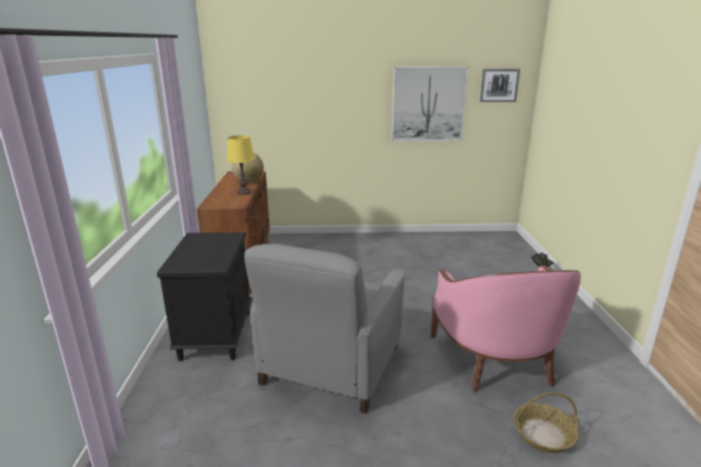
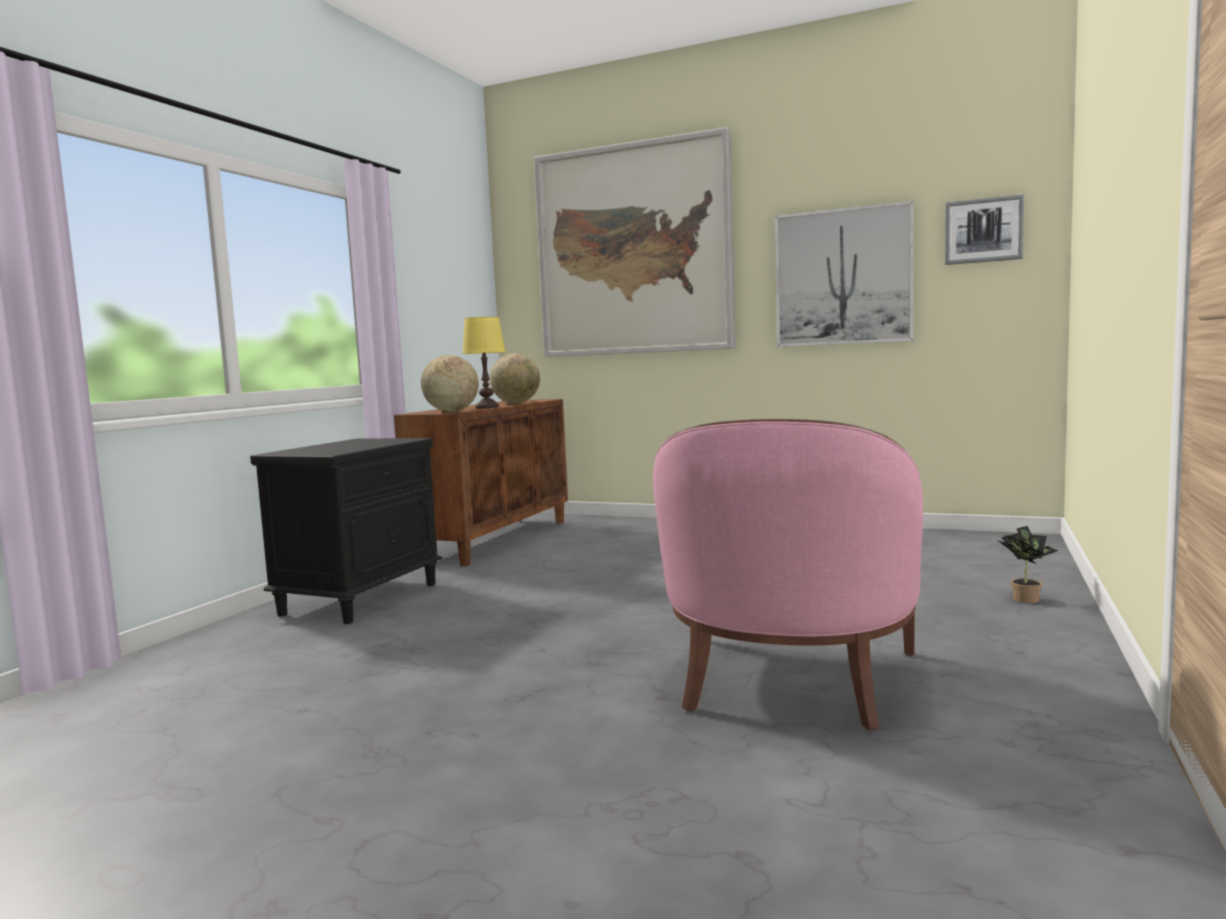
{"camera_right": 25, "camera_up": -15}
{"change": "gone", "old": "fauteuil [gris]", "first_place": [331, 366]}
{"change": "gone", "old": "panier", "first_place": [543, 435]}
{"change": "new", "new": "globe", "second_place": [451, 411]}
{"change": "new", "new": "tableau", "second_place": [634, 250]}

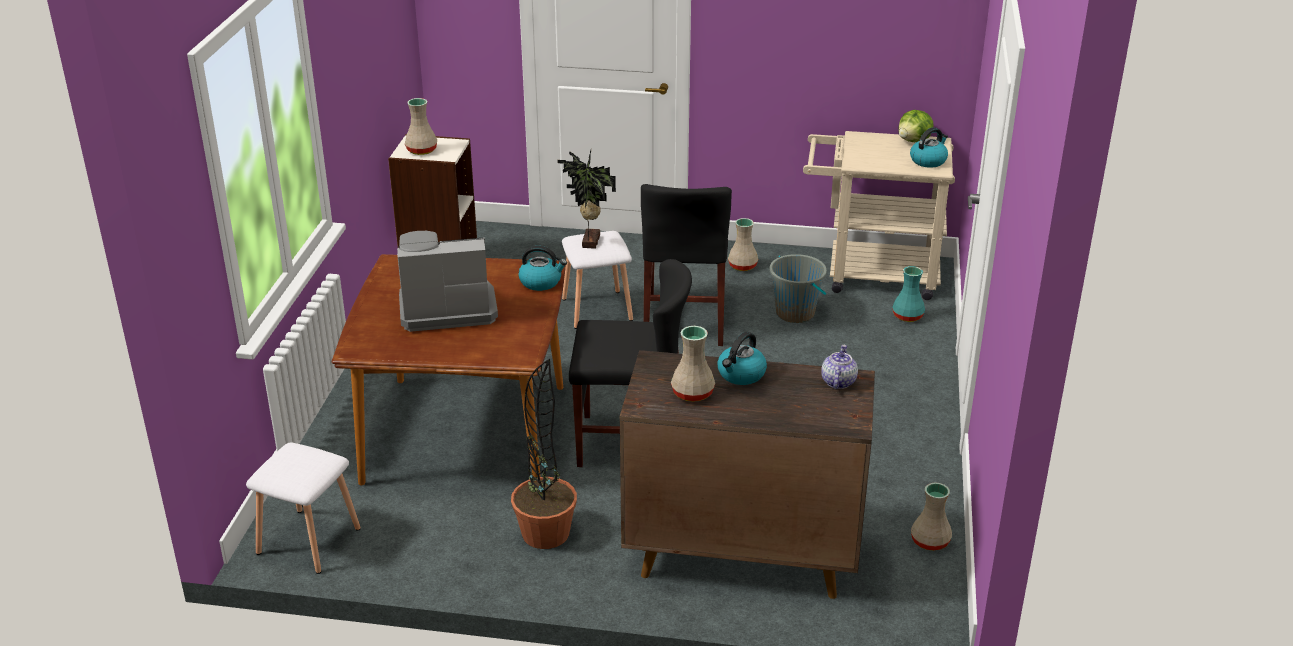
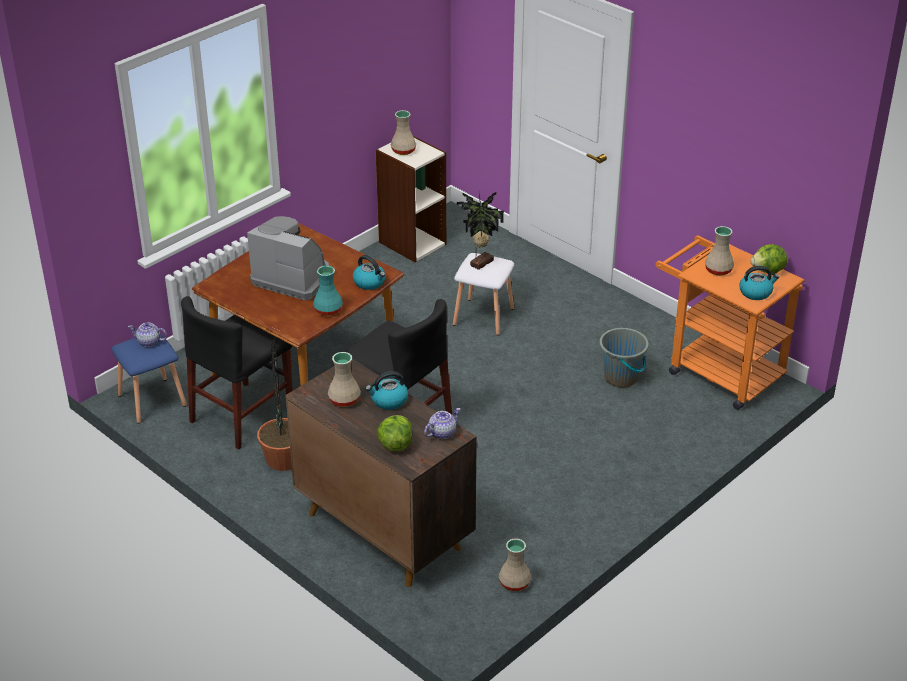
{"camera_right": 35, "camera_up": 5}
{"change": "repainted", "old": "tabouret [blanc]", "new": "tabouret [bleu]", "first_place": [310, 540], "second_place": [153, 401]}
{"change": "shifted", "old": "chaise [noir]", "first_place": [684, 320], "second_place": [242, 415]}
{"change": "shifted", "old": "vase [beige]", "first_place": [743, 266], "second_place": [719, 270]}
{"change": "repainted", "old": "chariot [beige]", "new": "chariot [orange]", "first_place": [871, 274], "second_place": [717, 370]}
{"change": "shifted", "old": "vase [turquoise]", "first_place": [907, 316], "second_place": [327, 310]}
{"change": "new", "new": "théière", "second_place": [148, 342]}
{"change": "new", "new": "laitue", "second_place": [395, 444]}

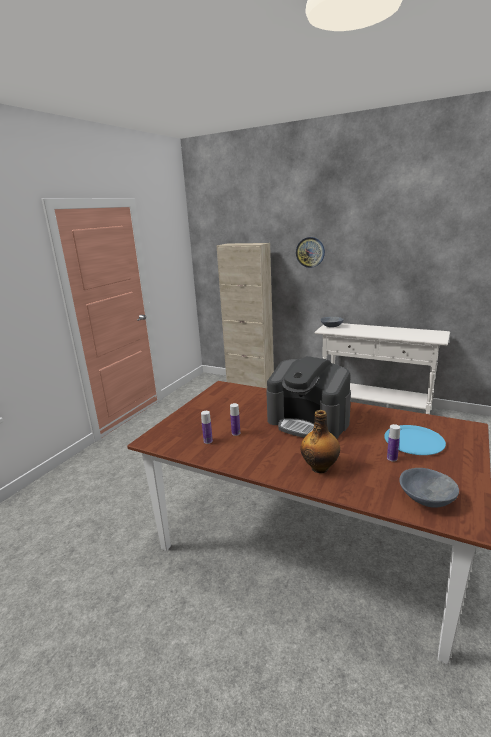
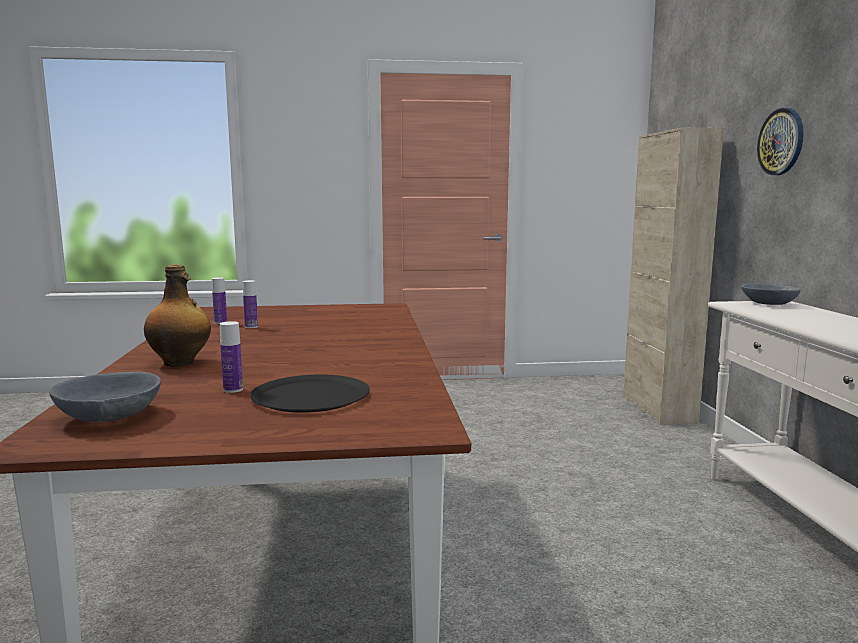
{"camera_right": 55, "camera_up": -10}
{"change": "gone", "old": "machine à café", "first_place": [308, 421]}
{"change": "repainted", "old": "assiette [bleu]", "new": "assiette [noir]", "first_place": [413, 441], "second_place": [311, 396]}

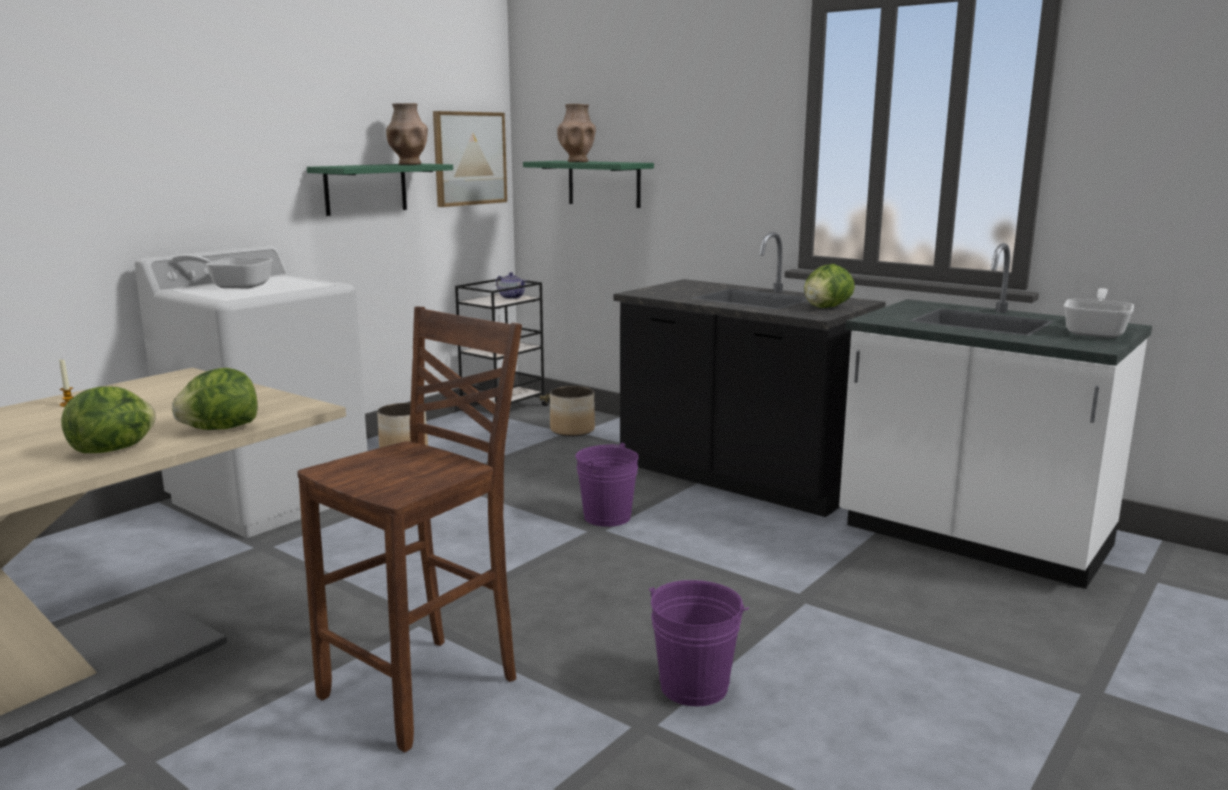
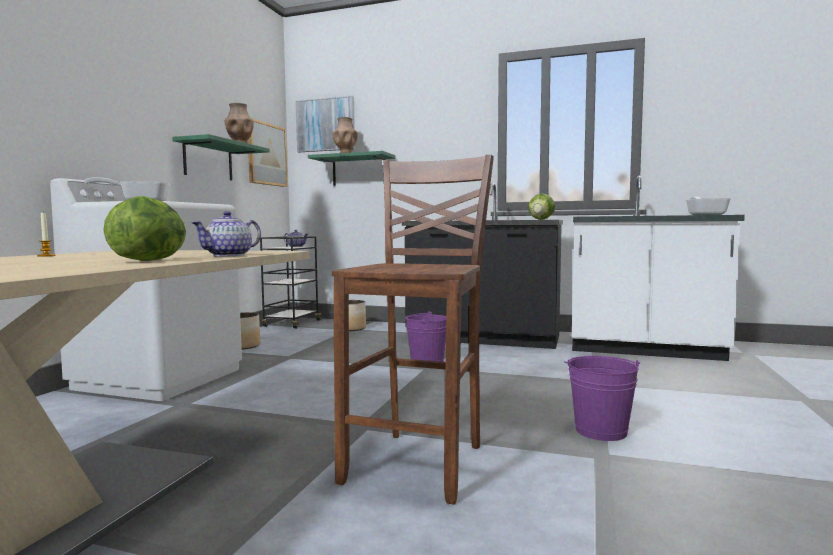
{"camera_right": -20, "camera_up": -10}
{"change": "swapped", "old": "laitue", "new": "théière", "first_place": [220, 429], "second_place": [229, 255]}
{"change": "new", "new": "tableau", "second_place": [325, 125]}

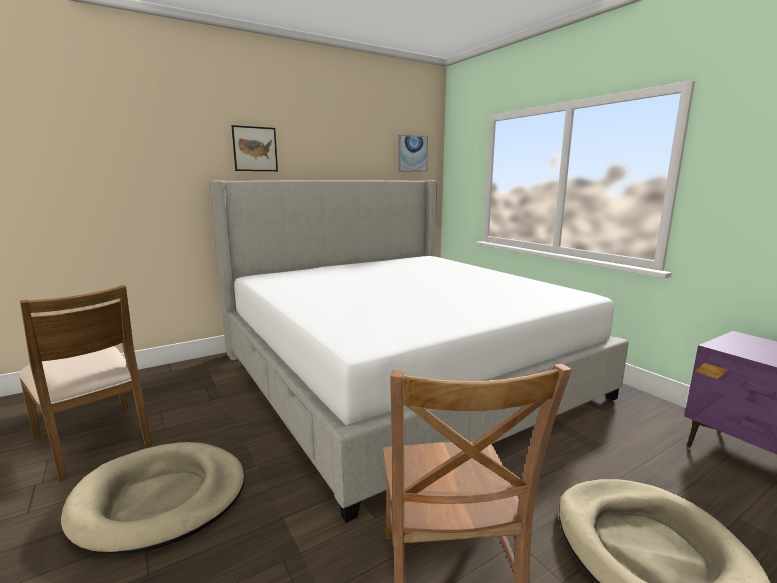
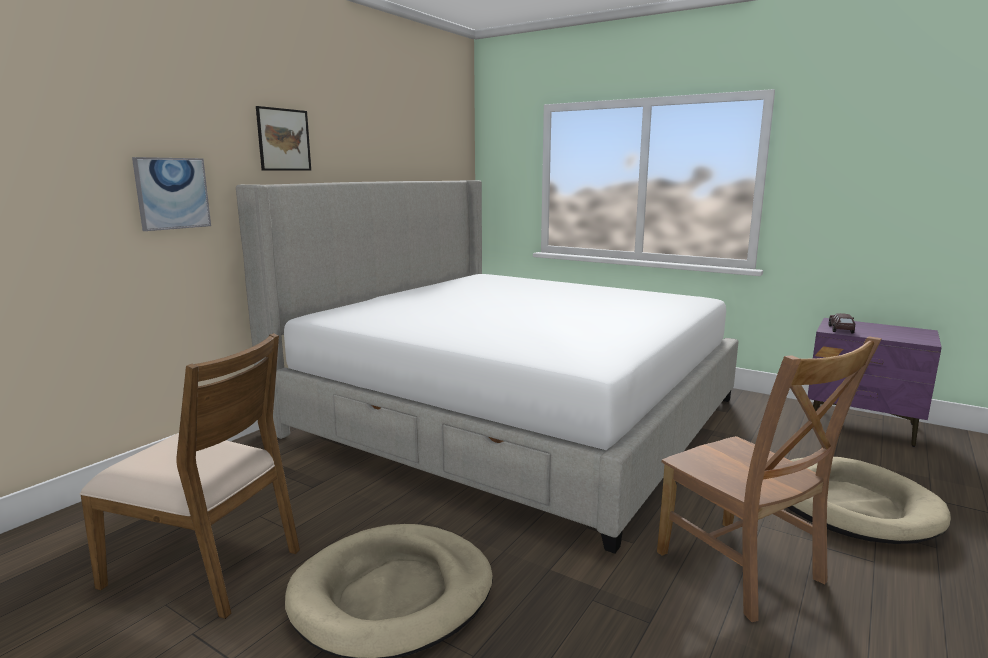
{"camera_right": -25, "camera_up": 0}
{"change": "shifted", "old": "tableau", "first_place": [412, 153], "second_place": [172, 193]}
{"change": "new", "new": "petite voiture [marron]", "second_place": [841, 329]}

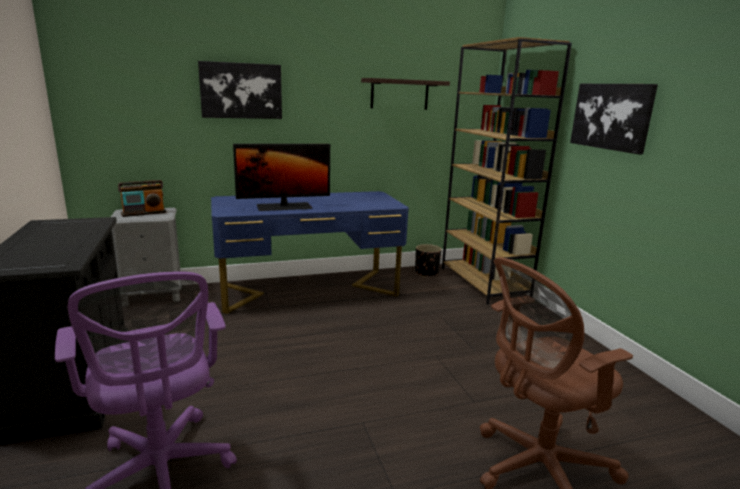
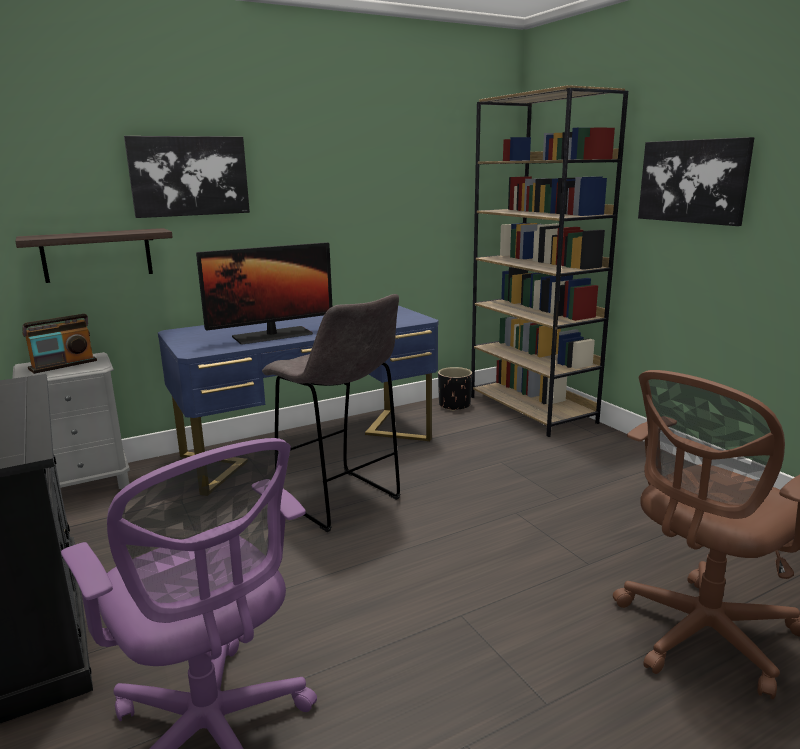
{"camera_right": -10, "camera_up": 0}
{"change": "shifted", "old": "étagère", "first_place": [399, 94], "second_place": [97, 255]}
{"change": "new", "new": "tabouret [gris]", "second_place": [340, 501]}

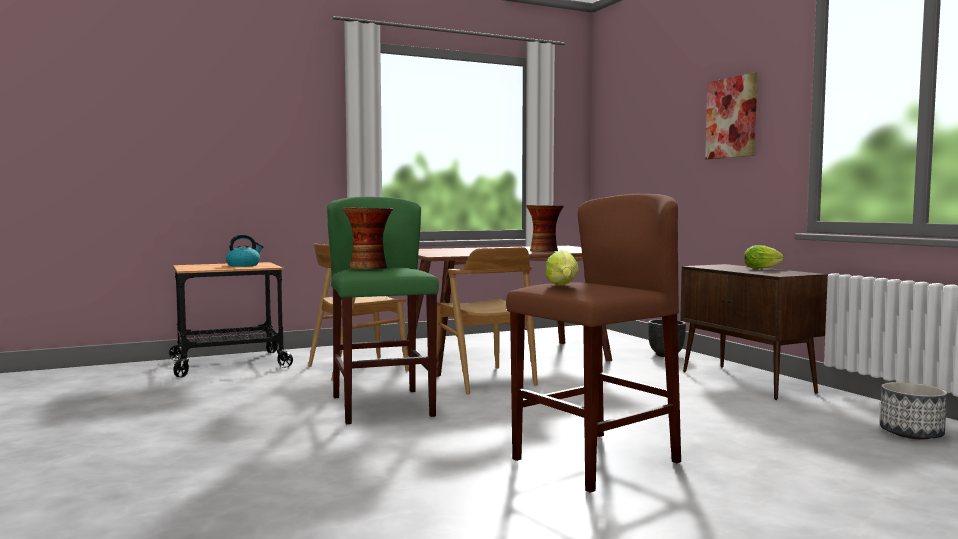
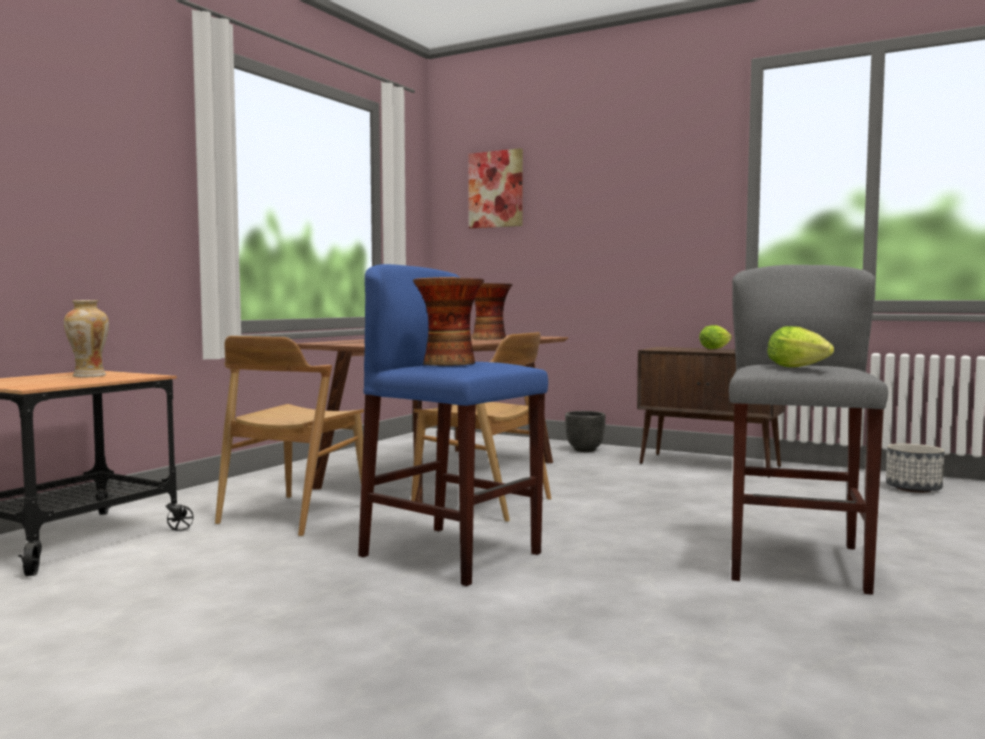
{"camera_right": -35, "camera_up": 0}
{"change": "swapped", "old": "bouilloire", "new": "vase", "first_place": [244, 265], "second_place": [88, 376]}
{"change": "repainted", "old": "tabouret [vert]", "new": "tabouret [bleu]", "first_place": [382, 406], "second_place": [451, 555]}
{"change": "repainted", "old": "tabouret [marron]", "new": "tabouret [gris]", "first_place": [594, 460], "second_place": [795, 563]}
{"change": "shifted", "old": "tableau", "first_place": [731, 117], "second_place": [496, 189]}

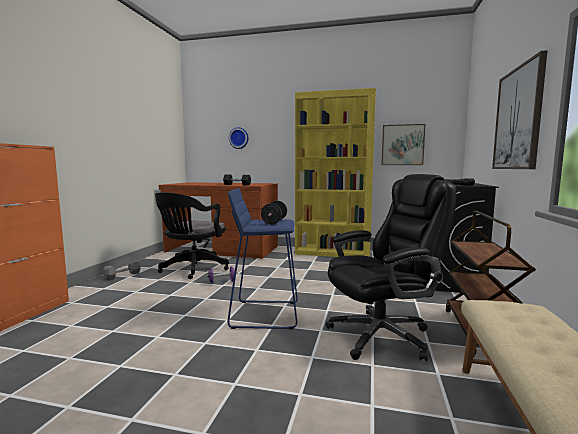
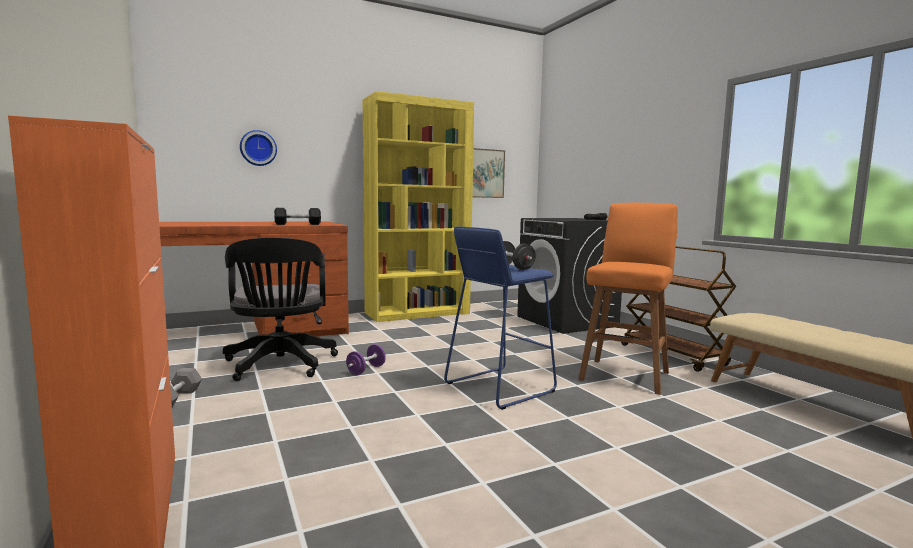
{"camera_right": -40, "camera_up": 0}
{"change": "swapped", "old": "chaise de bureau [noir]", "new": "tabouret [orange]", "first_place": [382, 336], "second_place": [625, 375]}
{"change": "gone", "old": "tableau", "first_place": [518, 119]}

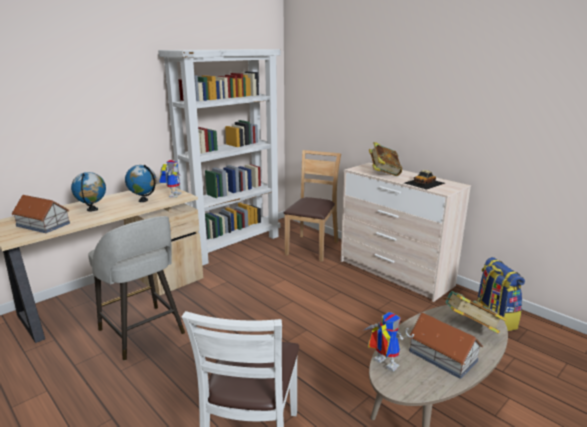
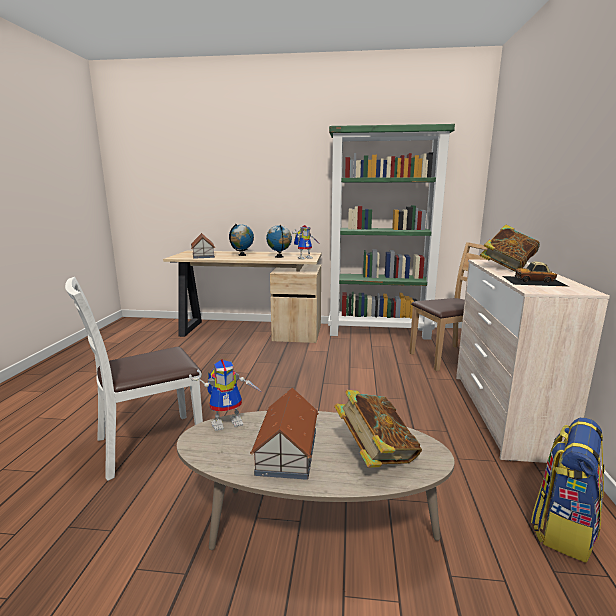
{"camera_right": 50, "camera_up": -5}
{"change": "gone", "old": "tabouret [gris]", "first_place": [142, 333]}
{"change": "repainted", "old": "bibliothèque [blanc]", "new": "bibliothèque [vert]", "first_place": [233, 245], "second_place": [379, 332]}
{"change": "rotated", "old": "robot jouet", "first_place": [381, 364], "second_place": [229, 421], "degrees": 60}

